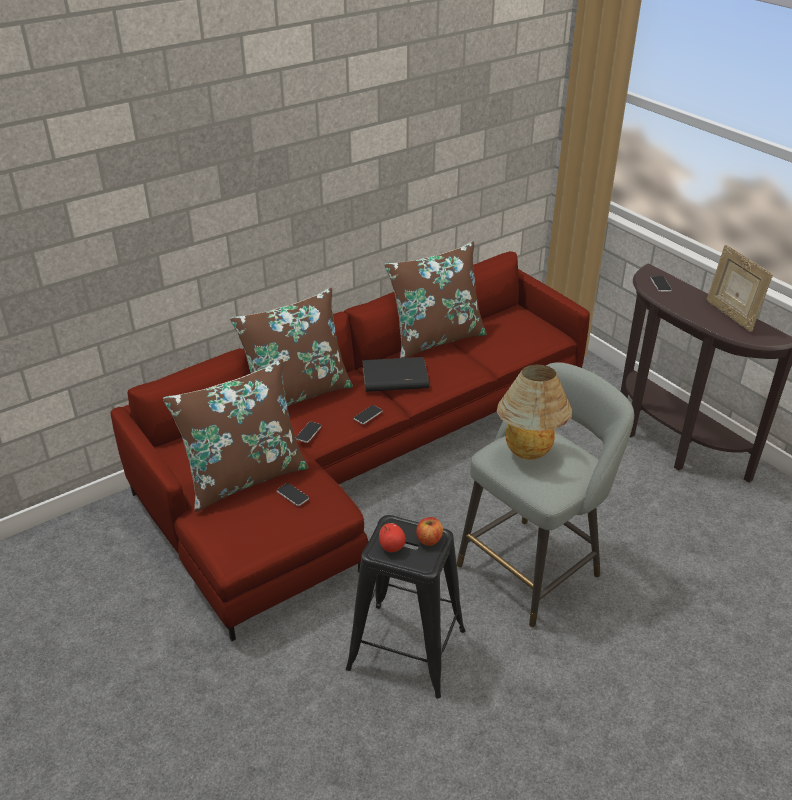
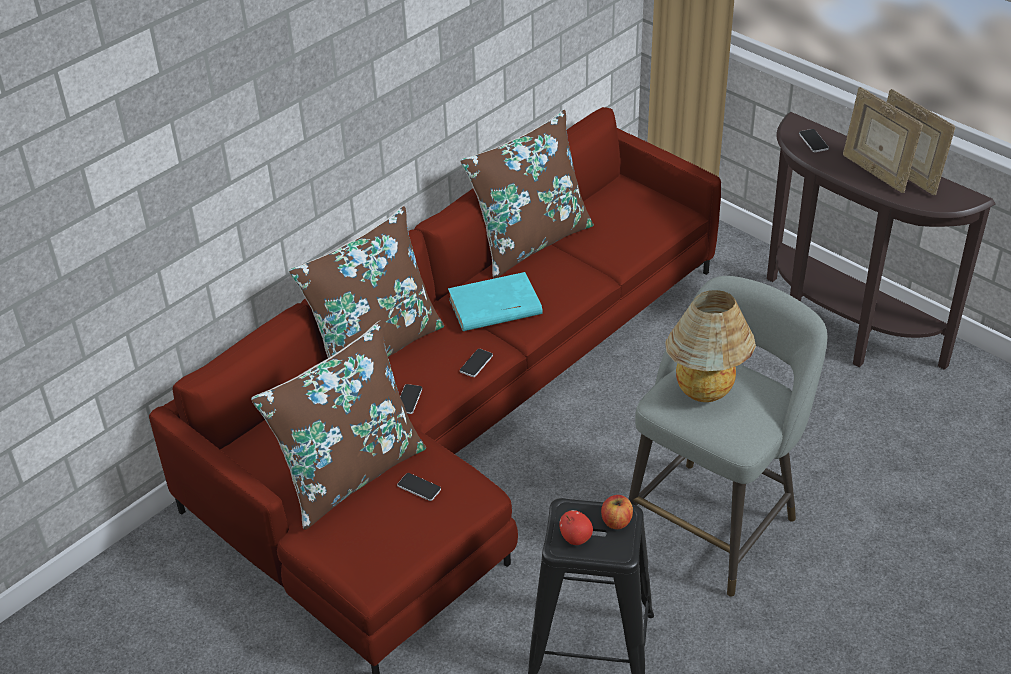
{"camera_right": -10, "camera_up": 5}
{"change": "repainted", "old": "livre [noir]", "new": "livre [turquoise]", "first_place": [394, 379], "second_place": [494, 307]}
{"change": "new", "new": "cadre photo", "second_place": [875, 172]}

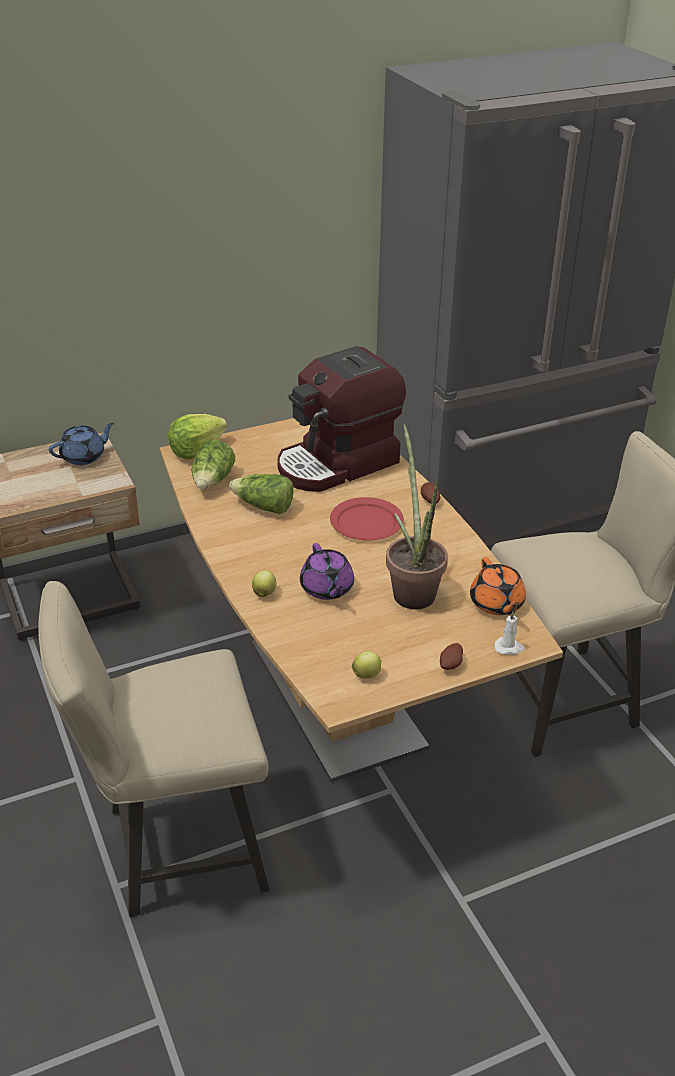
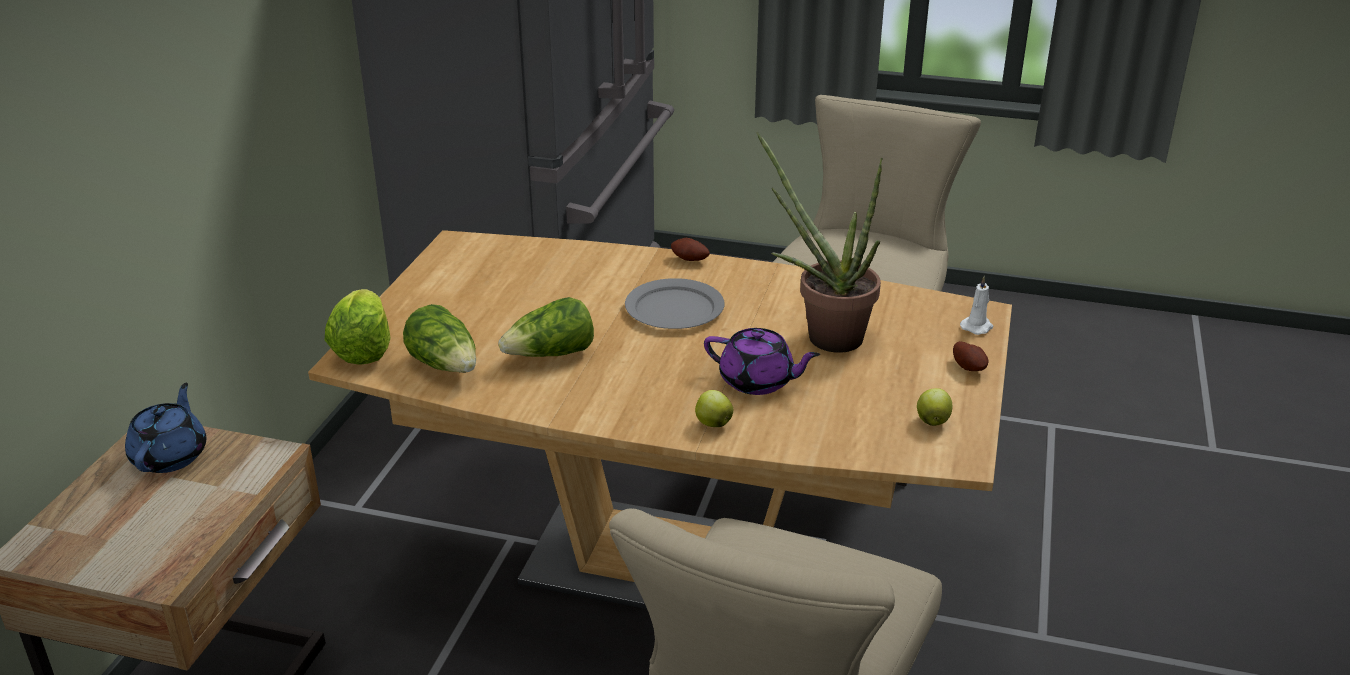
{"camera_right": -50, "camera_up": -5}
{"change": "gone", "old": "machine à café", "first_place": [338, 464]}
{"change": "repainted", "old": "assiette [rouge]", "new": "assiette [gris]", "first_place": [366, 522], "second_place": [674, 309]}
{"change": "gone", "old": "théière [orange]", "first_place": [496, 604]}

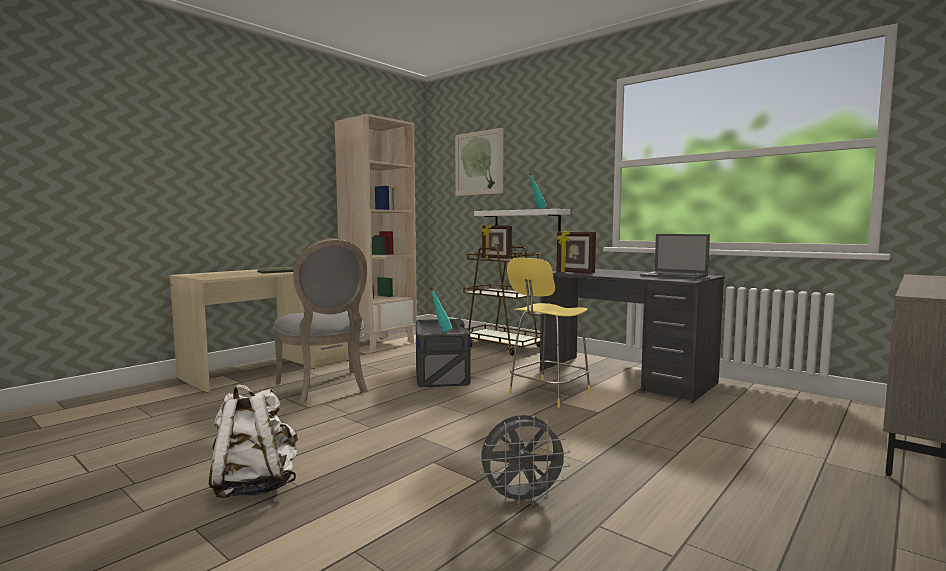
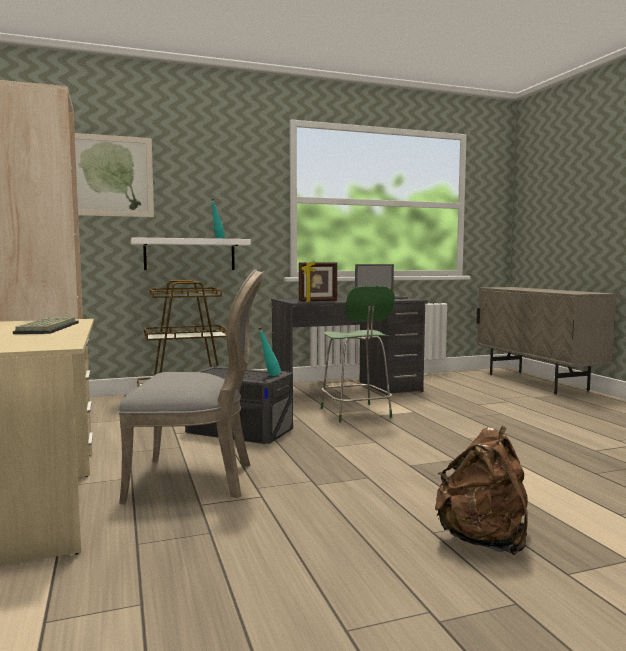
{"camera_right": -60, "camera_up": 0}
{"change": "repainted", "old": "sac à dos [blanc]", "new": "sac à dos [marron]", "first_place": [255, 486], "second_place": [483, 540]}
{"change": "gone", "old": "ventilateur [gris]", "first_place": [522, 499]}
{"change": "gone", "old": "cadre photo", "first_place": [496, 258]}
{"change": "repainted", "old": "tabouret [jaune]", "new": "tabouret [vert]", "first_place": [547, 394], "second_place": [356, 413]}

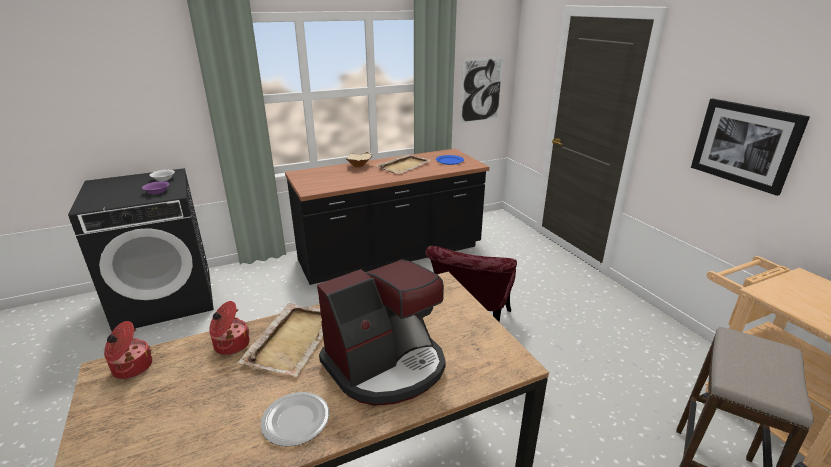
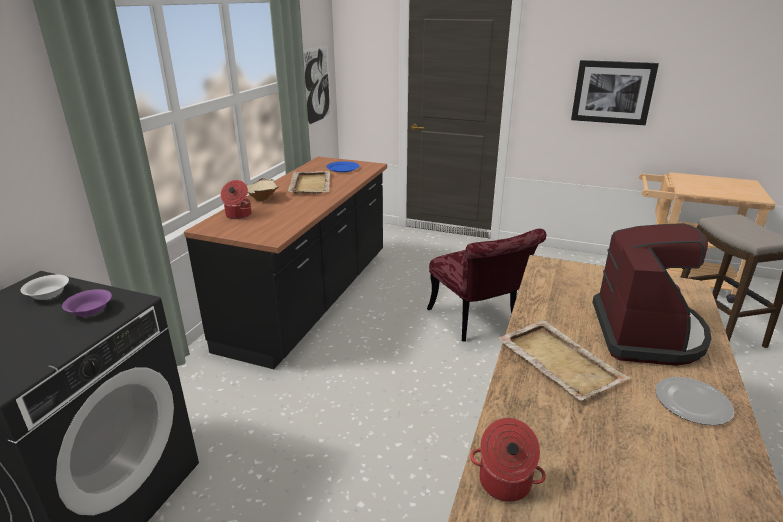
{"camera_right": -45, "camera_up": 0}
{"change": "shifted", "old": "marmite", "first_place": [230, 345], "second_place": [238, 215]}

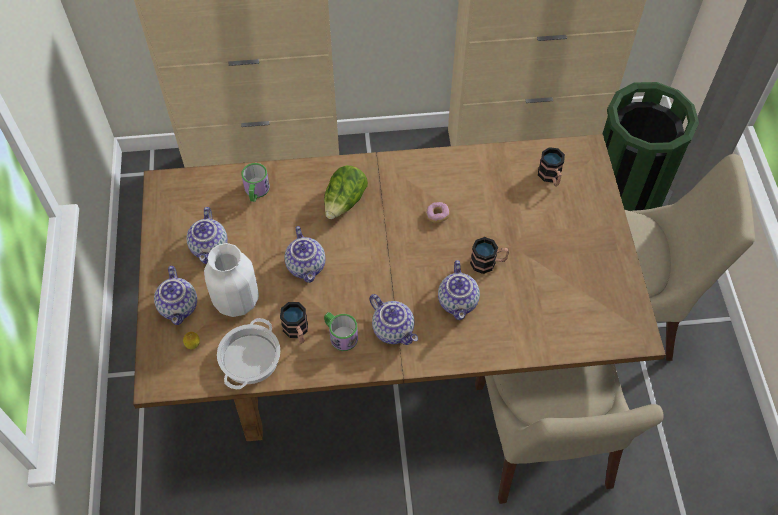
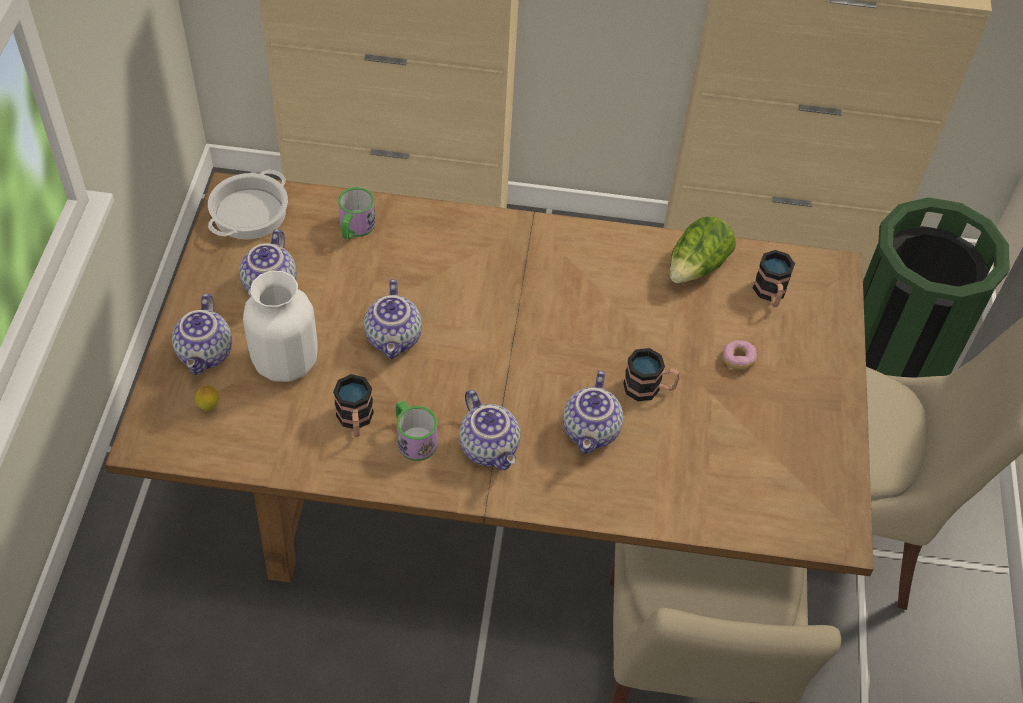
{"camera_right": 10, "camera_up": -5}
{"change": "shifted", "old": "marmite", "first_place": [249, 357], "second_place": [249, 212]}
{"change": "shifted", "old": "laitue", "first_place": [345, 202], "second_place": [697, 267]}
{"change": "shifted", "old": "beignet", "first_place": [437, 215], "second_place": [738, 359]}

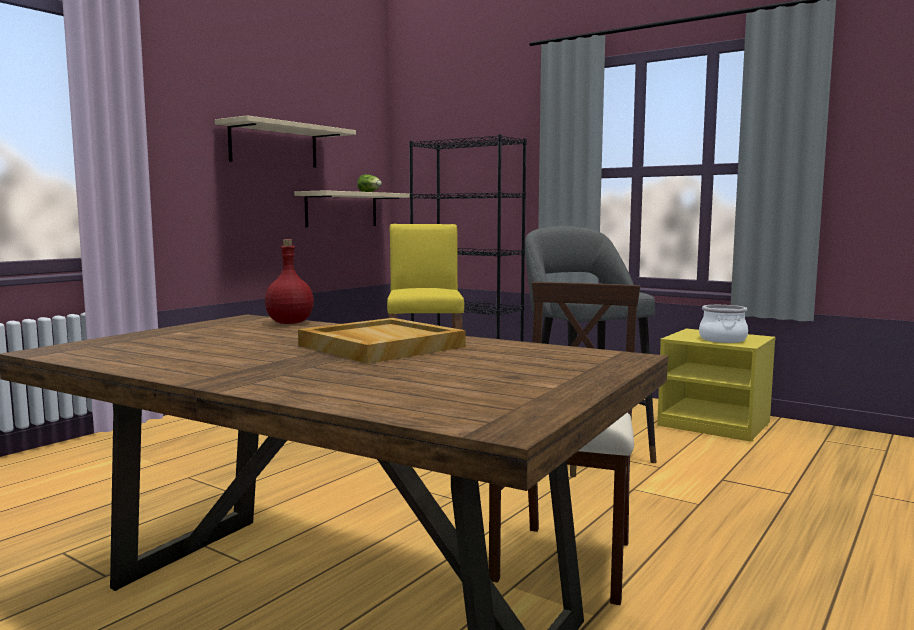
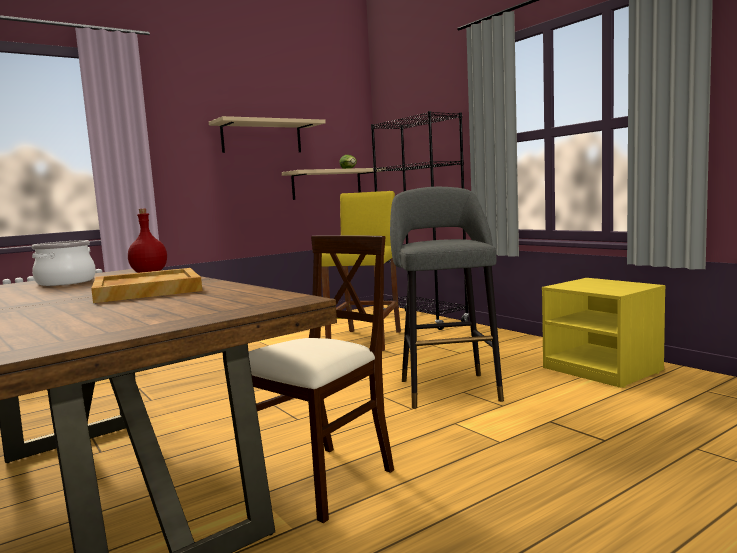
{"camera_right": 20, "camera_up": 0}
{"change": "shifted", "old": "marmite", "first_place": [723, 339], "second_place": [66, 282]}

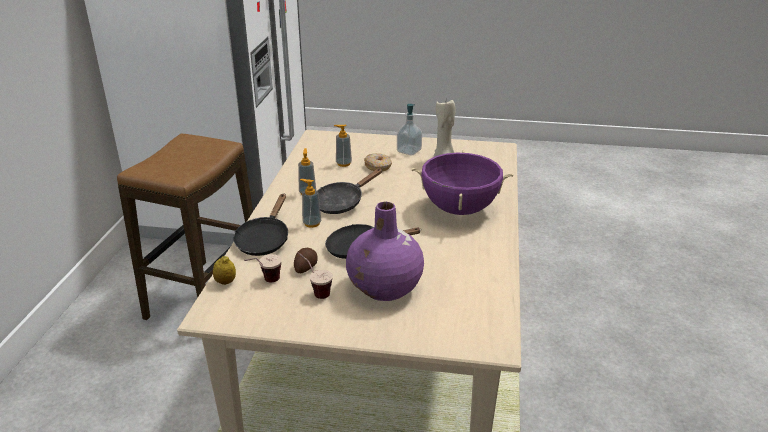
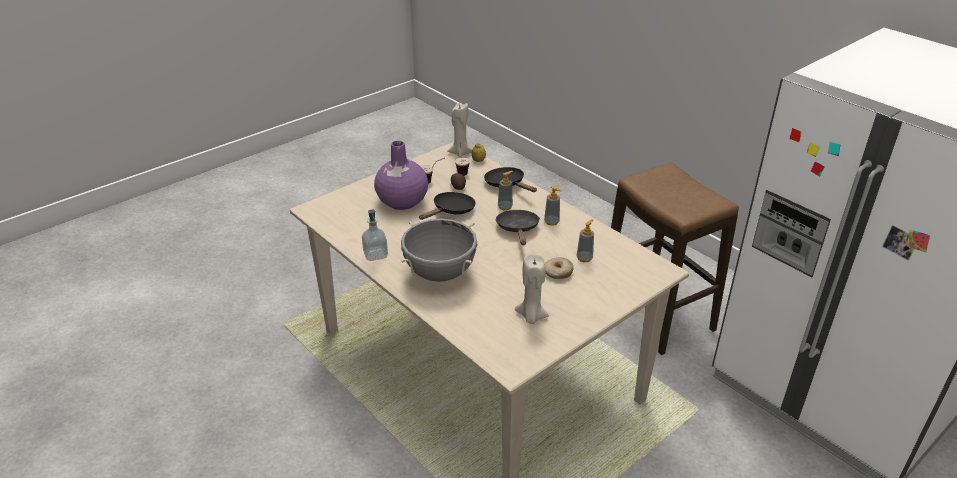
{"camera_right": 130, "camera_up": 5}
{"change": "shifted", "old": "distributeur de savon", "first_place": [409, 151], "second_place": [375, 255]}
{"change": "repainted", "old": "marmite [violet]", "new": "marmite [gris]", "first_place": [459, 209], "second_place": [440, 273]}
{"change": "new", "new": "bougie [beige]", "second_place": [460, 152]}

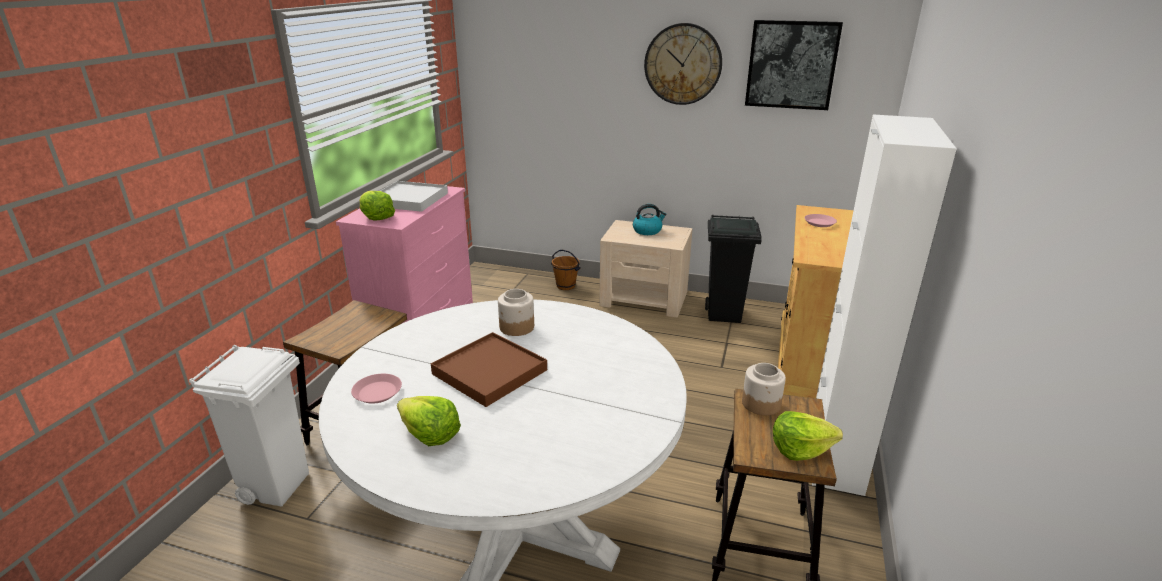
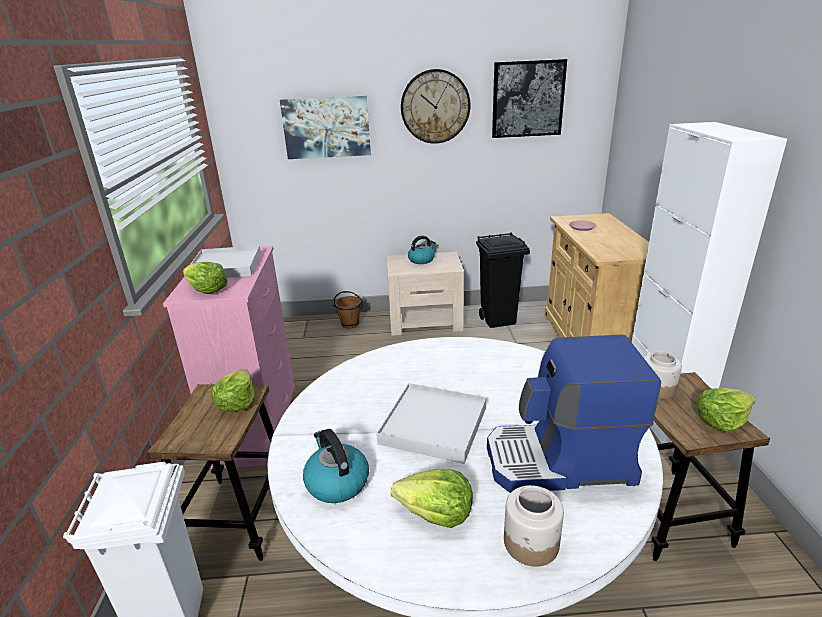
{"camera_right": -20, "camera_up": 0}
{"change": "swapped", "old": "assiette [rose]", "new": "bouilloire", "first_place": [377, 392], "second_place": [336, 482]}
{"change": "repainted", "old": "plateau [marron]", "new": "plateau [blanc]", "first_place": [490, 372], "second_place": [434, 425]}
{"change": "shifted", "old": "bocal", "first_place": [516, 327], "second_place": [531, 543]}
{"change": "new", "new": "laitue", "second_place": [237, 402]}
{"change": "new", "new": "tableau", "second_place": [326, 127]}
{"change": "new", "new": "machine à café", "second_place": [560, 462]}

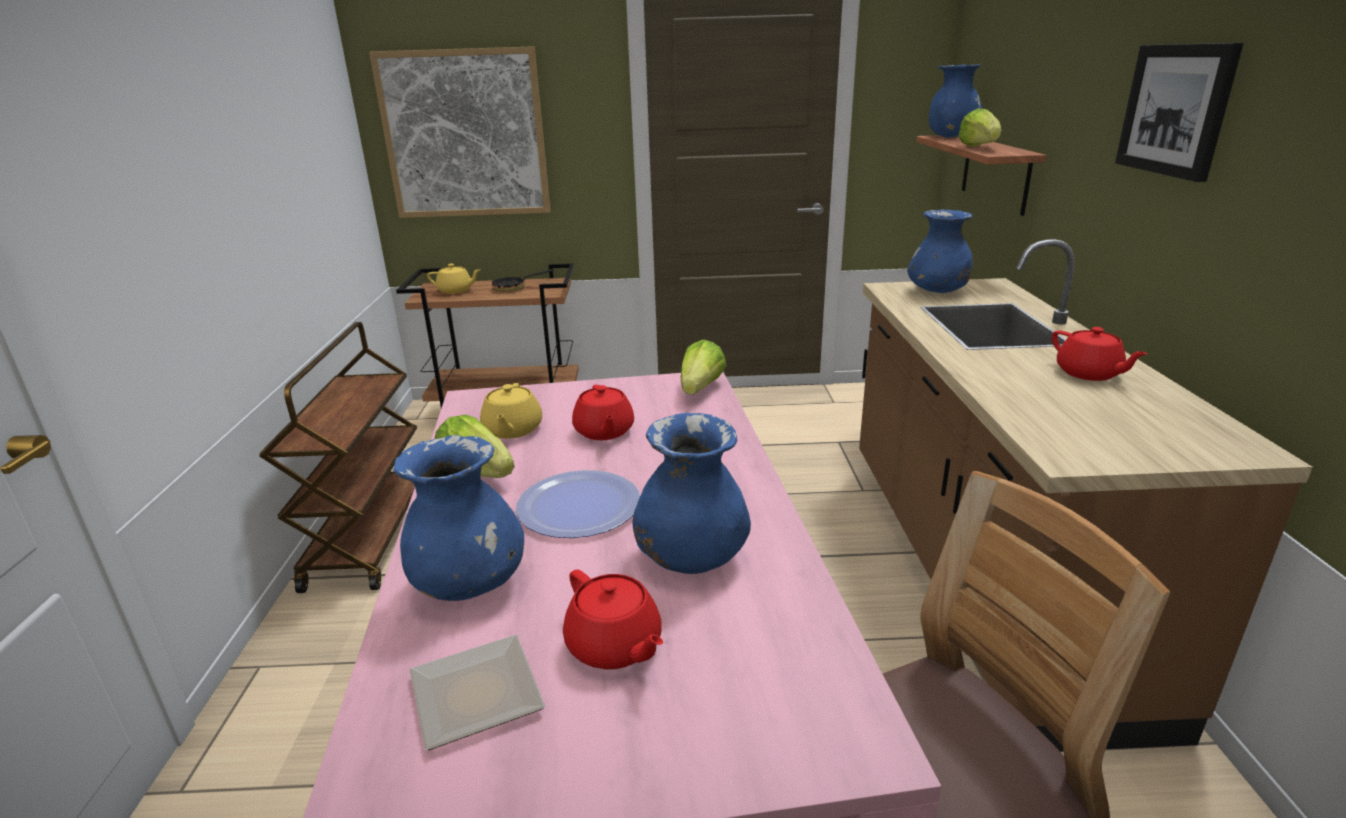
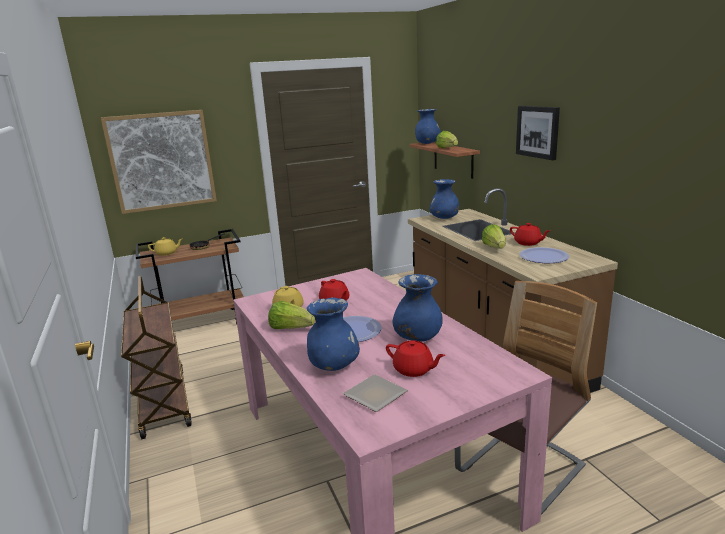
{"camera_right": -20, "camera_up": -5}
{"change": "shifted", "old": "laitue", "first_place": [700, 389], "second_place": [494, 247]}
{"change": "new", "new": "assiette", "second_place": [543, 257]}

